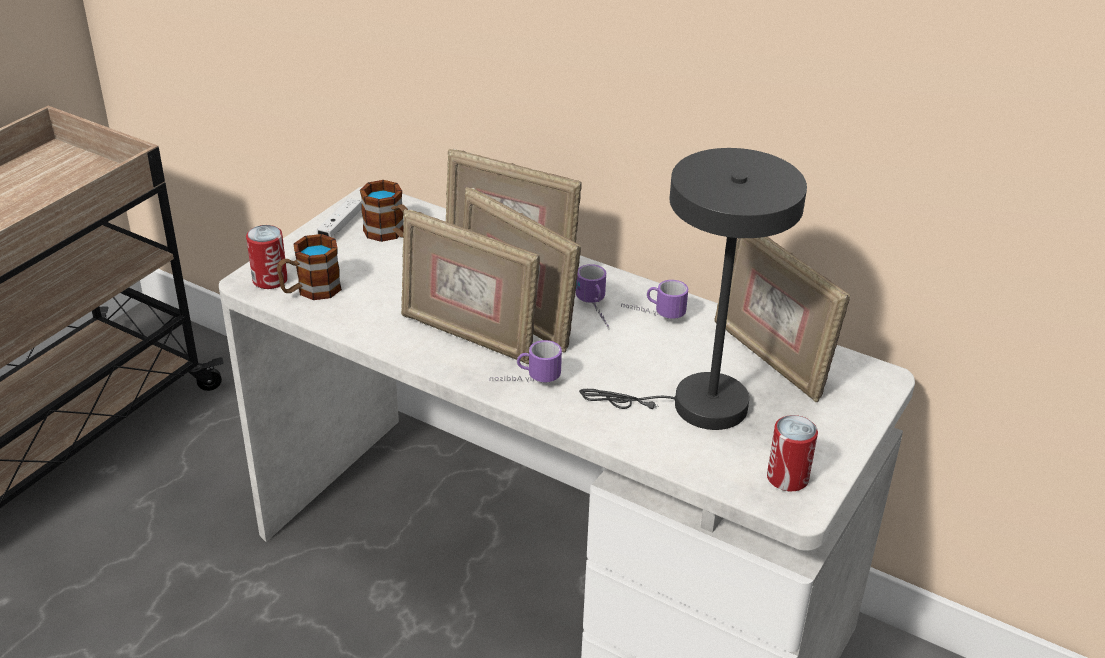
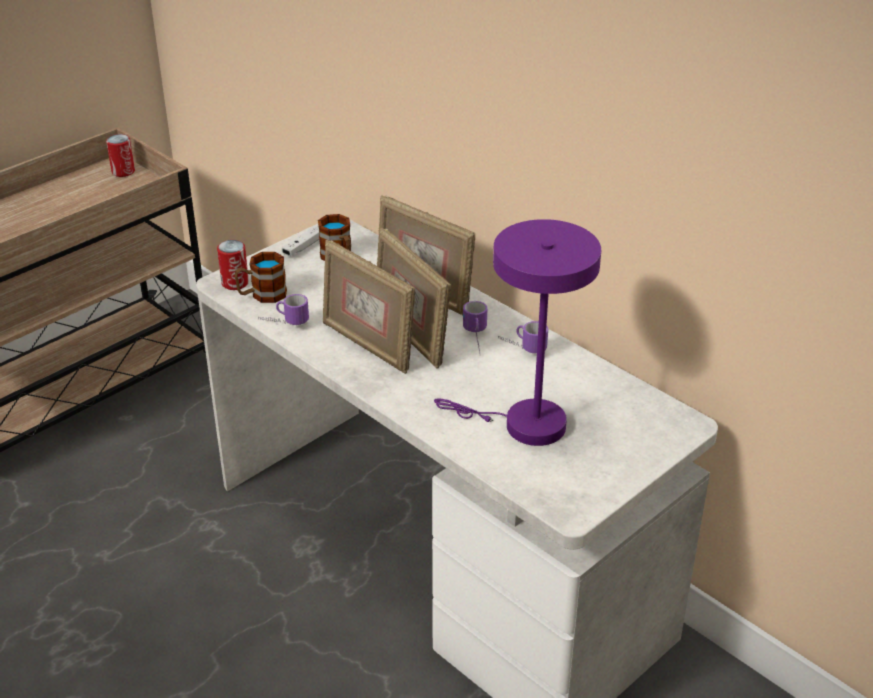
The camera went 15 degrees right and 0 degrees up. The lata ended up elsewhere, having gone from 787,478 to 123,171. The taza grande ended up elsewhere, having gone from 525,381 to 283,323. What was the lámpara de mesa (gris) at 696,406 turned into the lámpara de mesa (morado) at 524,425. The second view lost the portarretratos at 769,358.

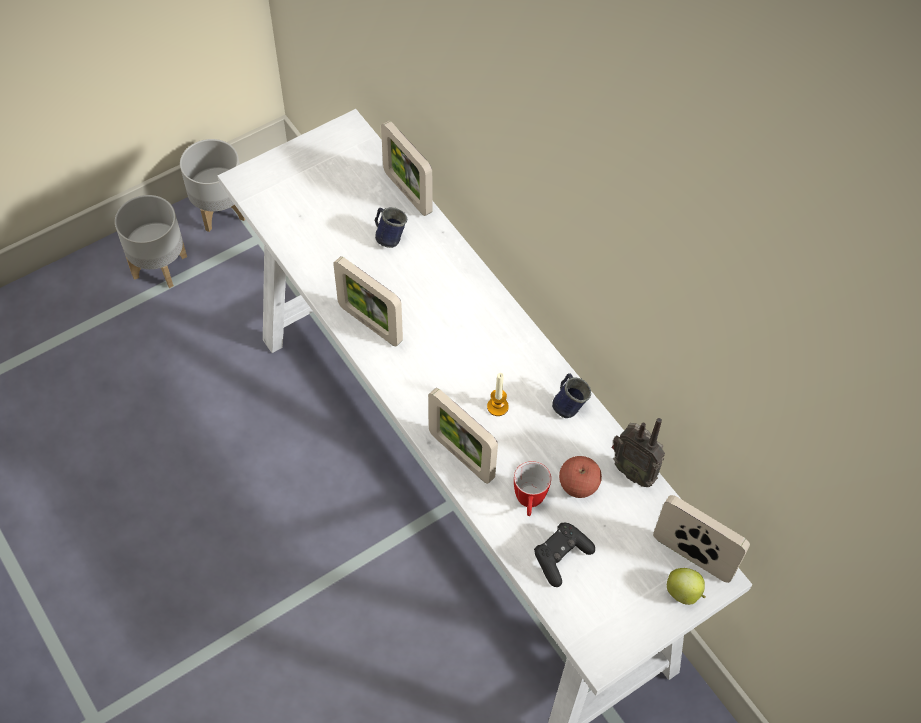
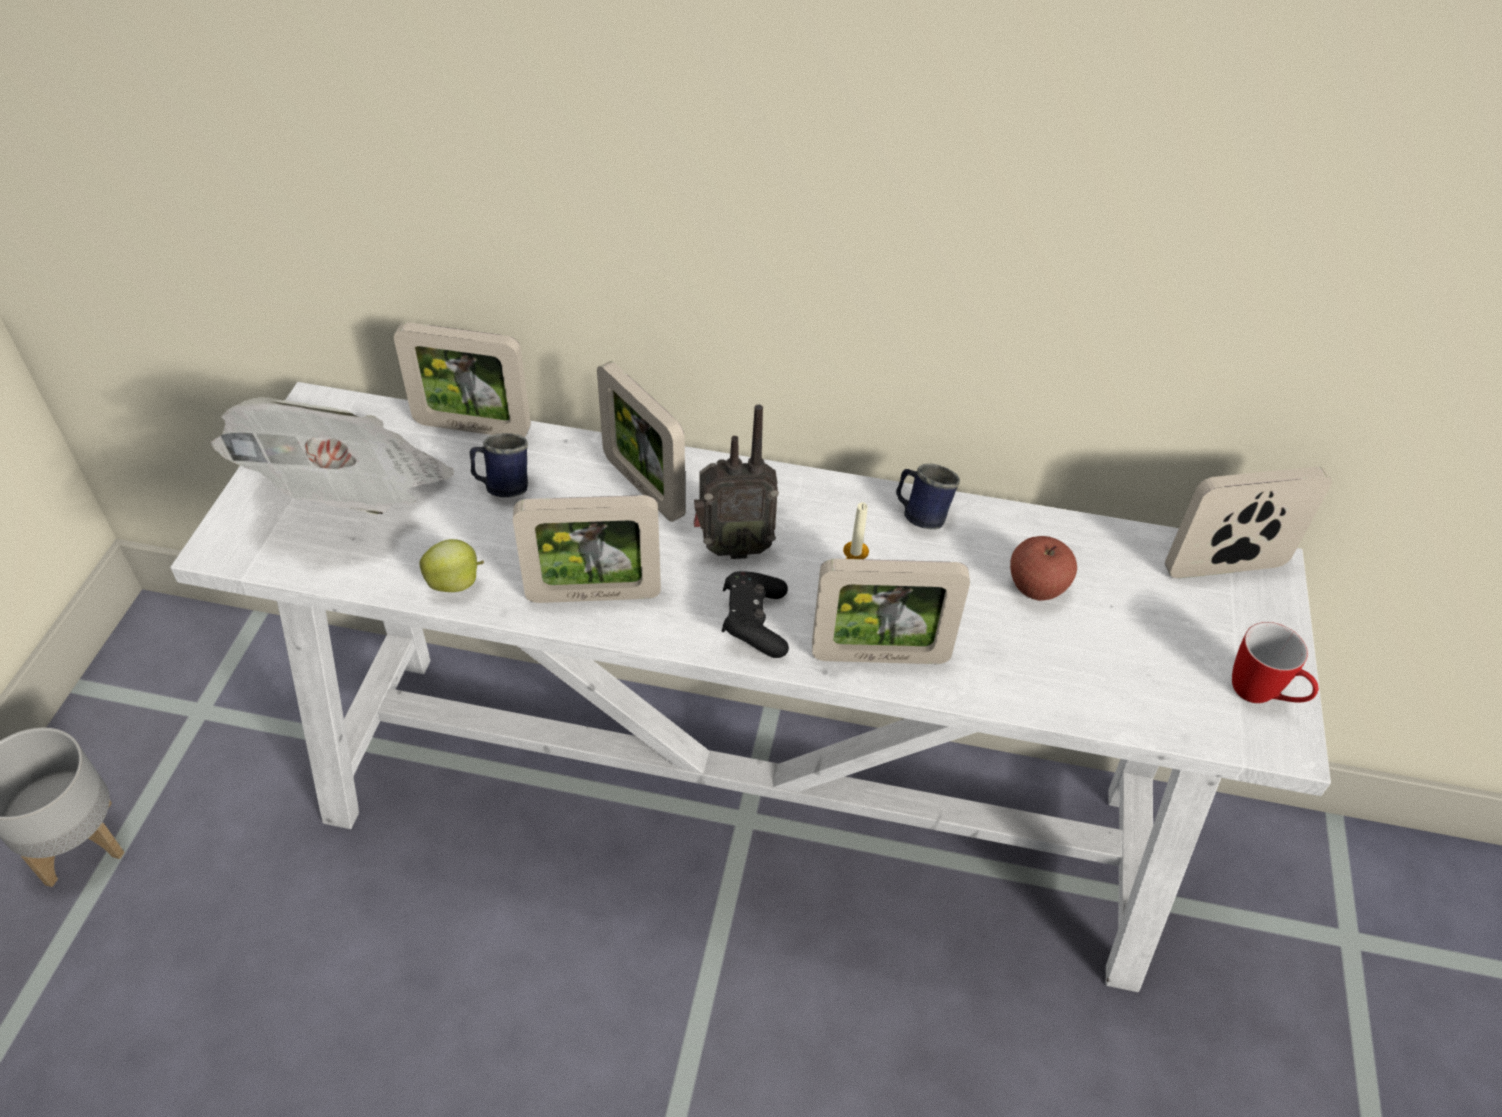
The camera went 45 degrees left and 10 degrees down. The second view gained the periódico at 350,492. The manzana ended up elsewhere, having gone from 684,593 to 456,583. The second view gained the portarretratos at 643,487. The radio ended up elsewhere, having gone from 634,470 to 733,546. The mando de consola (negro) ended up elsewhere, having gone from 561,557 to 754,623. The taza grande ended up elsewhere, having gone from 529,503 to 1262,696. The second view lost the maceta (gris) at 221,210.

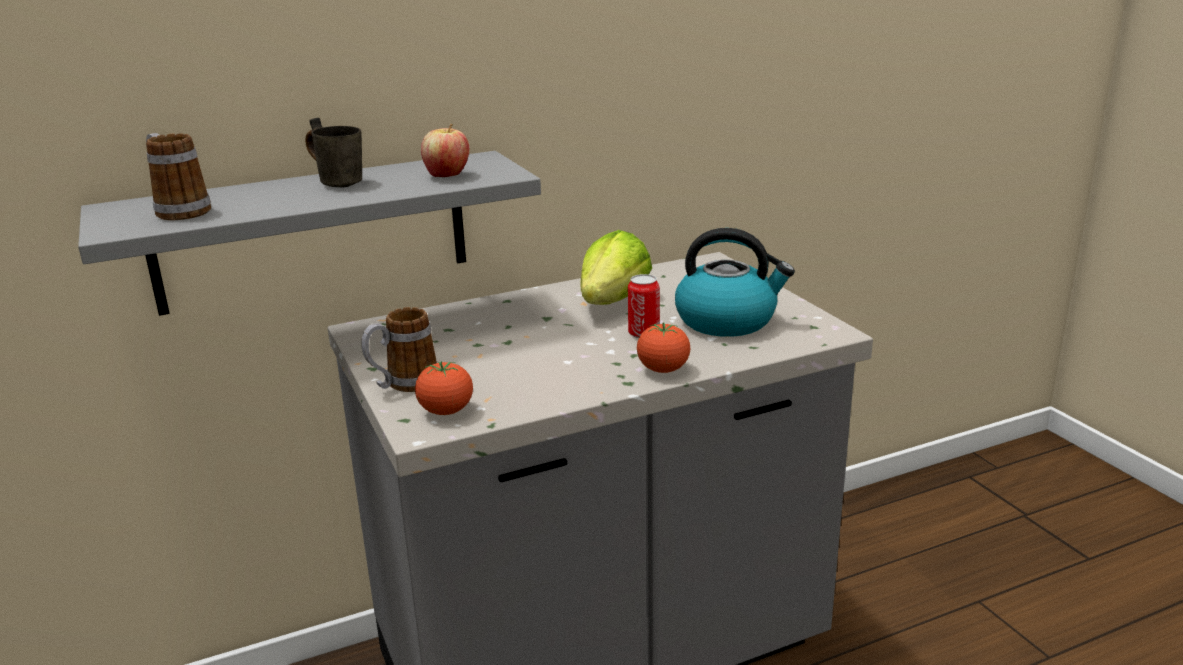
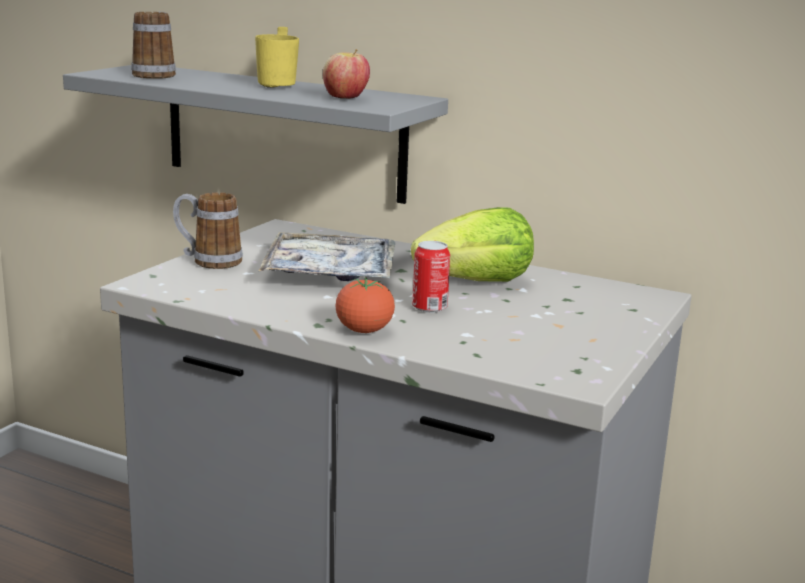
The camera went 50 degrees right and 5 degrees down. What was the taza grande (gris) at 340,181 turned into the taza grande (amarillo) at 283,85. The second view gained the bandeja at 330,272. The second view lost the tomate at 446,411. The second view lost the hervidor at 727,320.

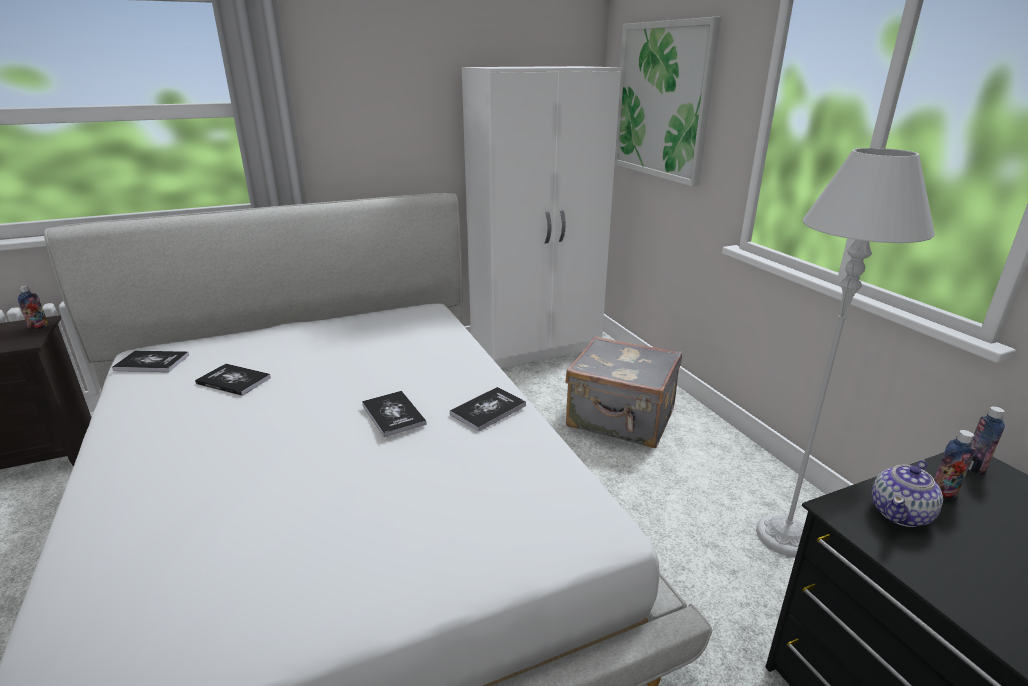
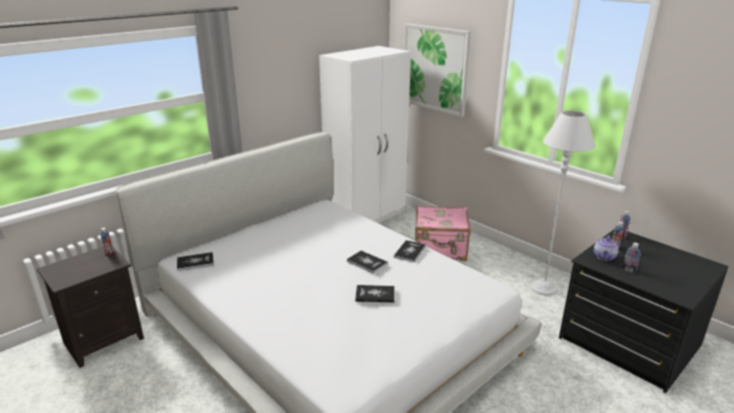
The camera went 20 degrees left and 0 degrees up. The libro ended up elsewhere, having gone from 233,381 to 375,294. What was the maleta (gris) at 621,419 turned into the maleta (rosa) at 440,250. The second view gained the botella at 629,270.

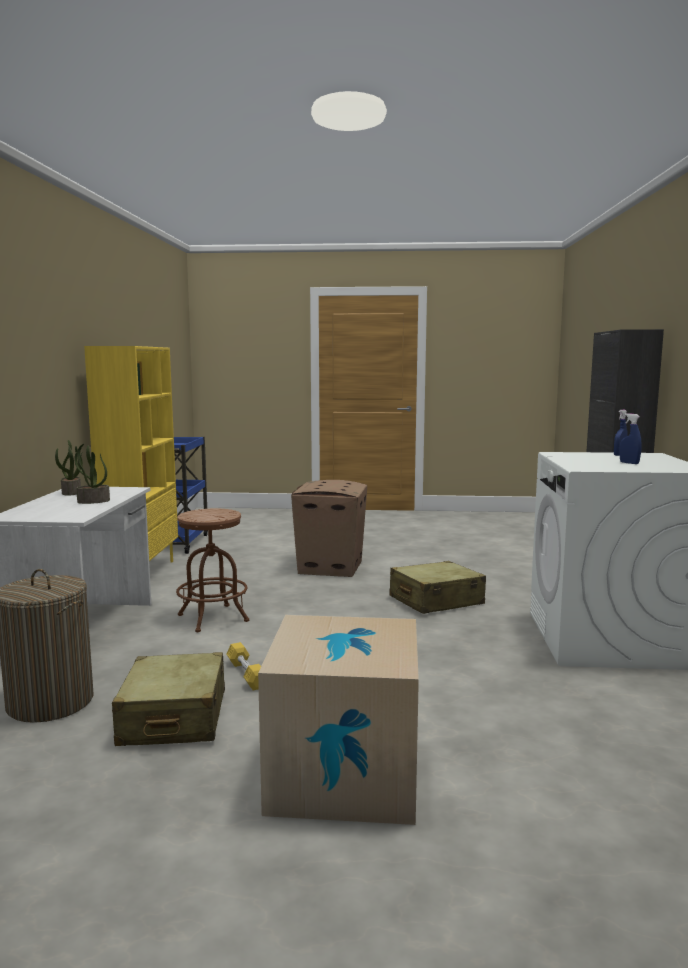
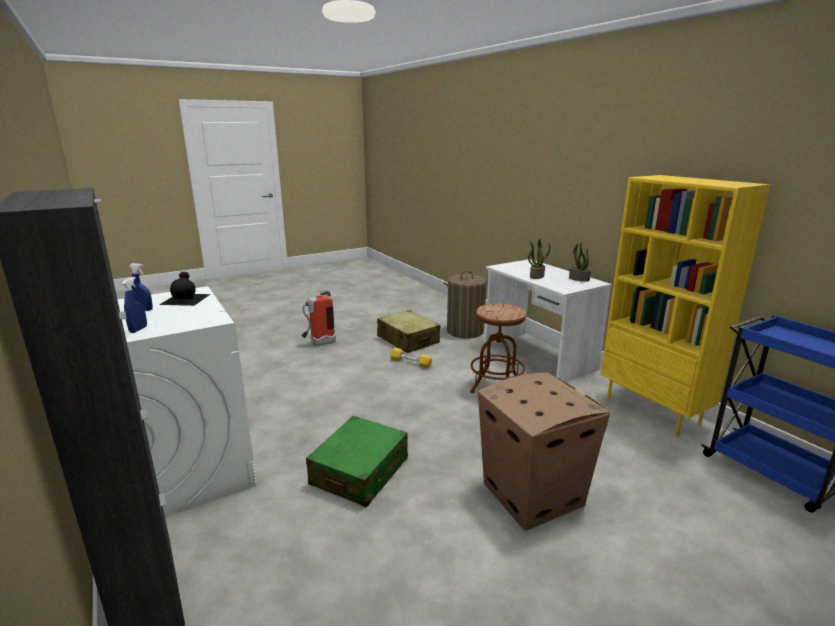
The camera went 145 degrees right and 10 degrees up. The second view gained the botella (negro) at 186,299. Where the caja de cartón stood at 344,774, the extintor came to stand at 318,344. What was the maleta (beis) at 436,601 turned into the maleta (verde) at 360,472.

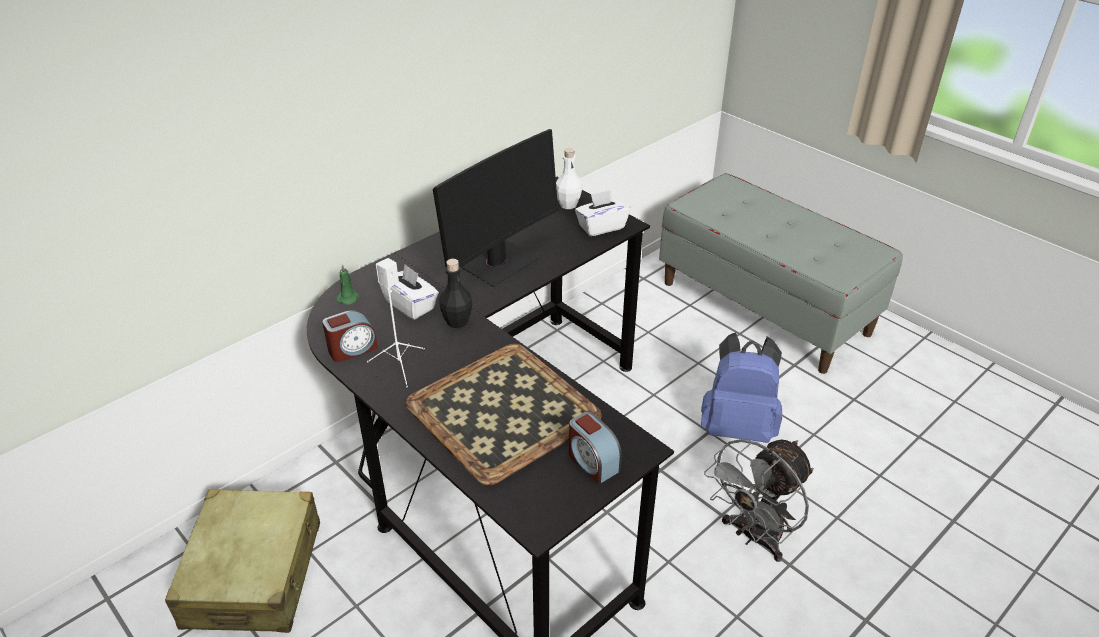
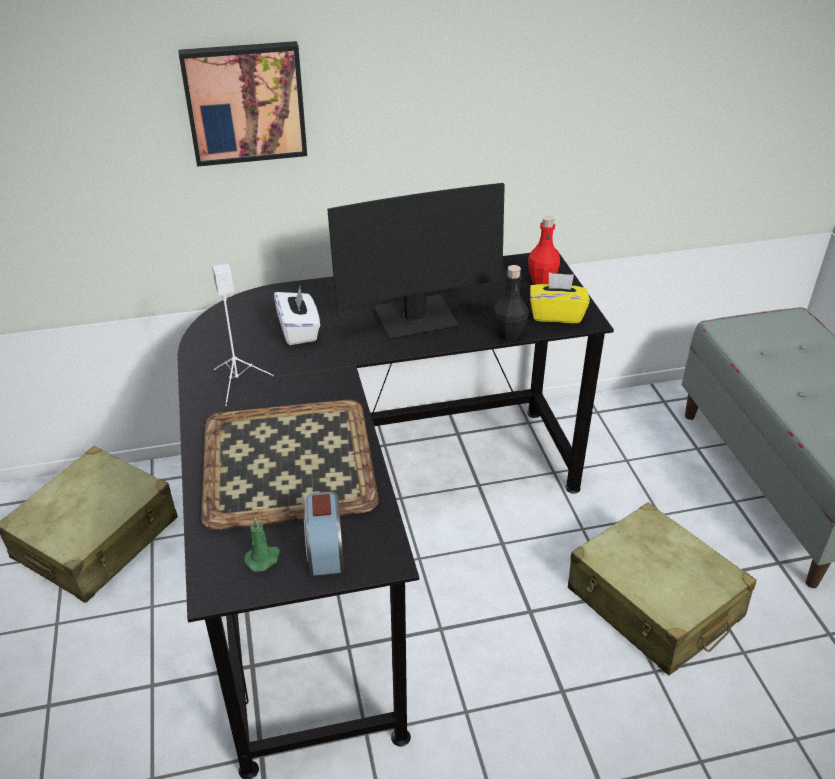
The camera went 30 degrees right and 0 degrees up. The second view gained the cuadro at 245,102. The vela (verde) ended up elsewhere, having gone from 348,297 to 263,558. The botella (negro) ended up elsewhere, having gone from 457,321 to 509,334. What was the botella (blanco) at 568,205 turned into the botella (rojo) at 542,281. What was the caja de pañuelos (blanco) at 601,227 turned into the caja de pañuelos (amarillo) at 556,314. Where the mochila (azul) stood at 737,427, the maleta (beis) came to stand at 654,603. The second view lost the despertador at 352,349. The second view lost the ventilador (gris) at 754,537.

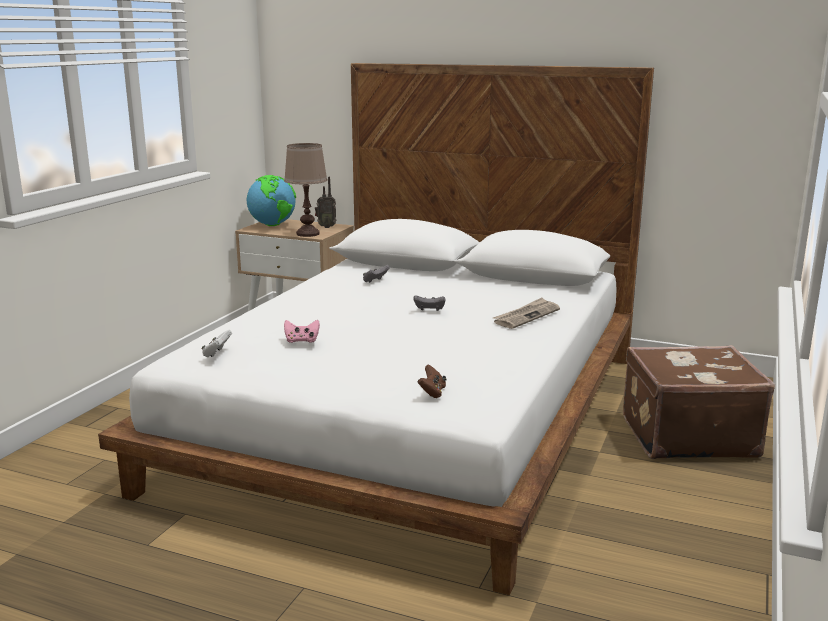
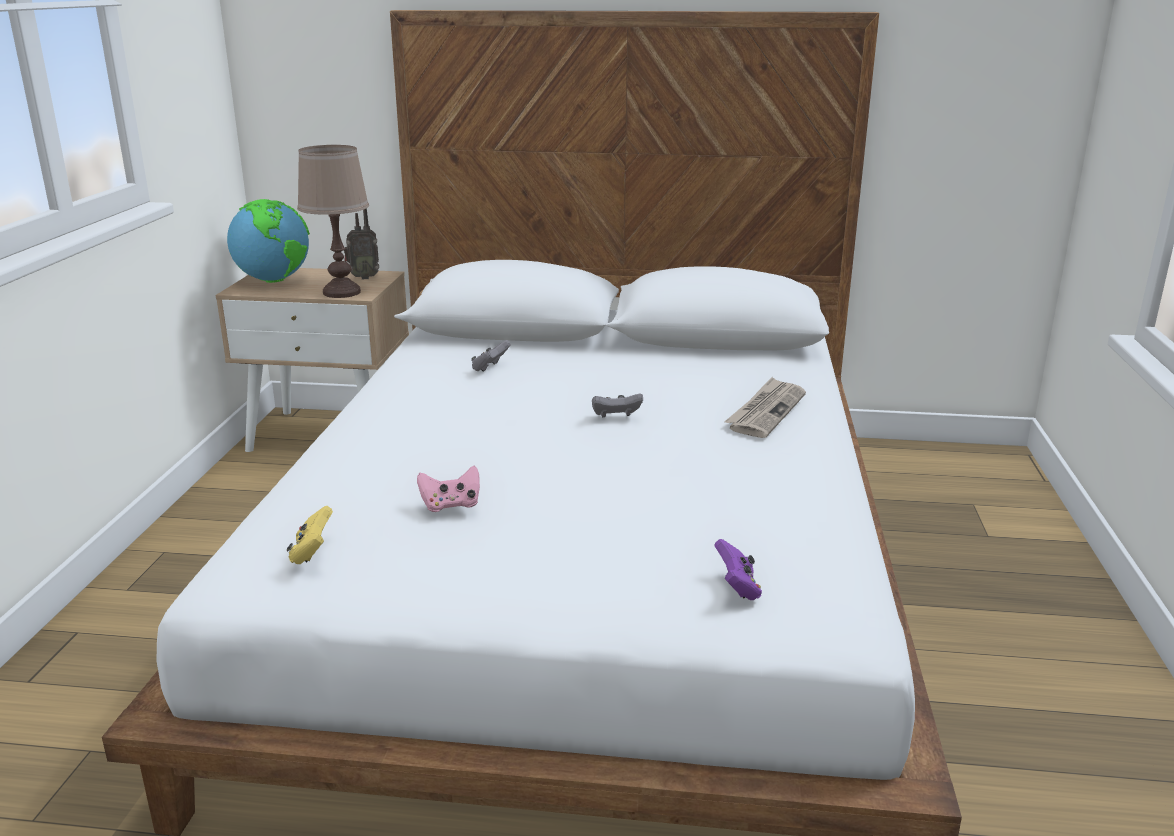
The camera went 15 degrees left and 5 degrees up. What was the mando de consola (blanco) at 217,353 turned into the mando de consola (amarillo) at 312,553. What was the mando de consola (marrón) at 432,392 turned into the mando de consola (morado) at 737,588. The second view lost the maleta (marrón) at 686,436.

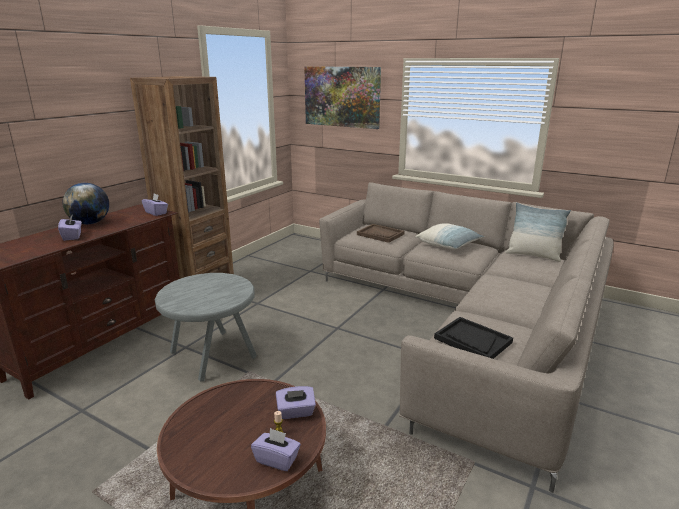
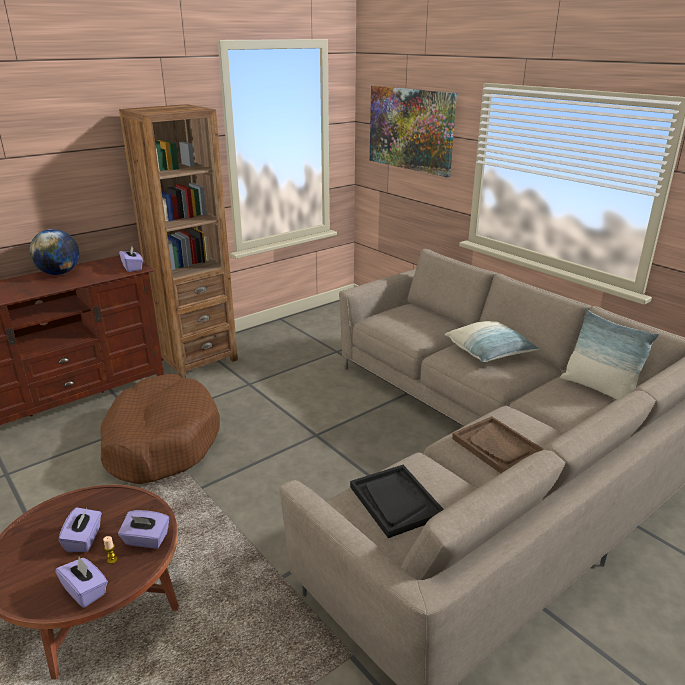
The camera went 20 degrees right and 5 degrees up. The caja de pañuelos (morado) ended up elsewhere, having gone from 72,236 to 84,539. Where the mesa auxiliar (gris) stood at 213,356, the cama para perro (marrón) came to stand at 160,442. The bandeja (marrón) ended up elsewhere, having gone from 380,234 to 497,447.

